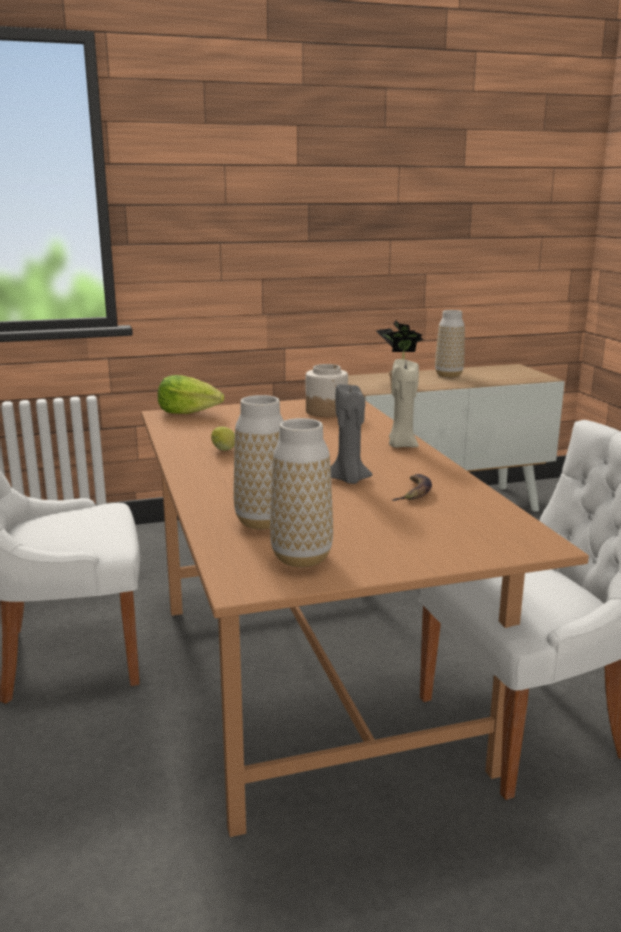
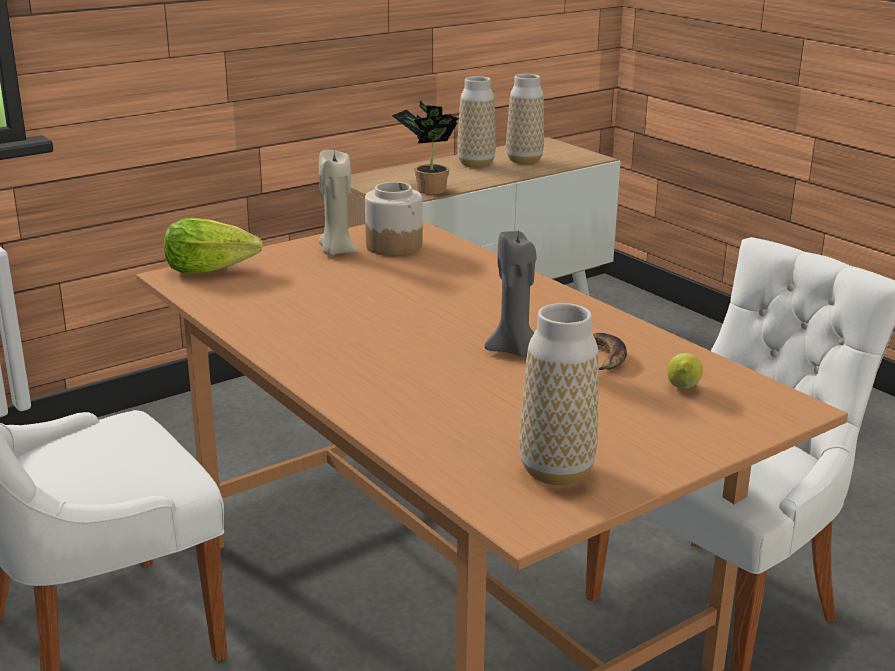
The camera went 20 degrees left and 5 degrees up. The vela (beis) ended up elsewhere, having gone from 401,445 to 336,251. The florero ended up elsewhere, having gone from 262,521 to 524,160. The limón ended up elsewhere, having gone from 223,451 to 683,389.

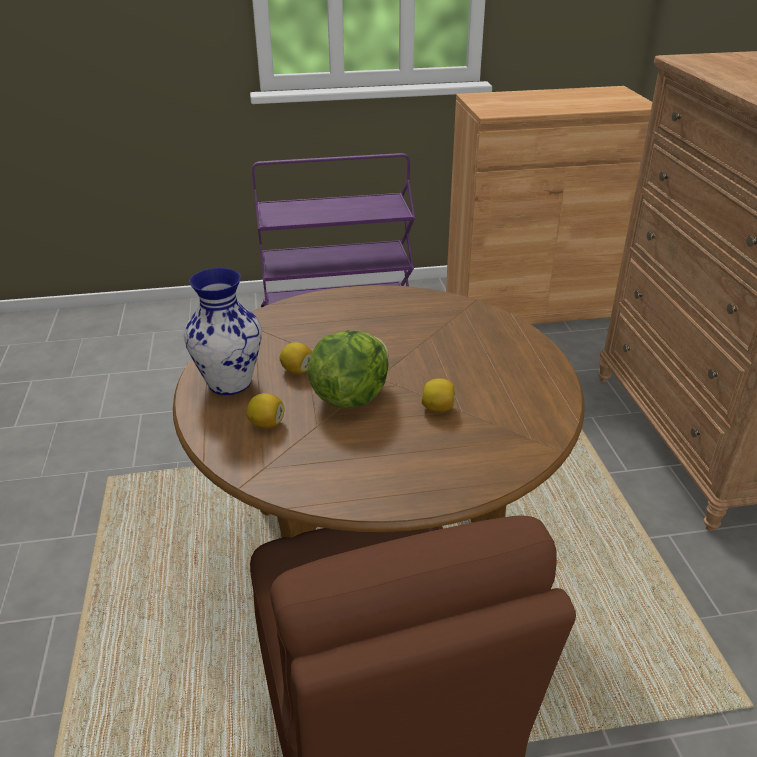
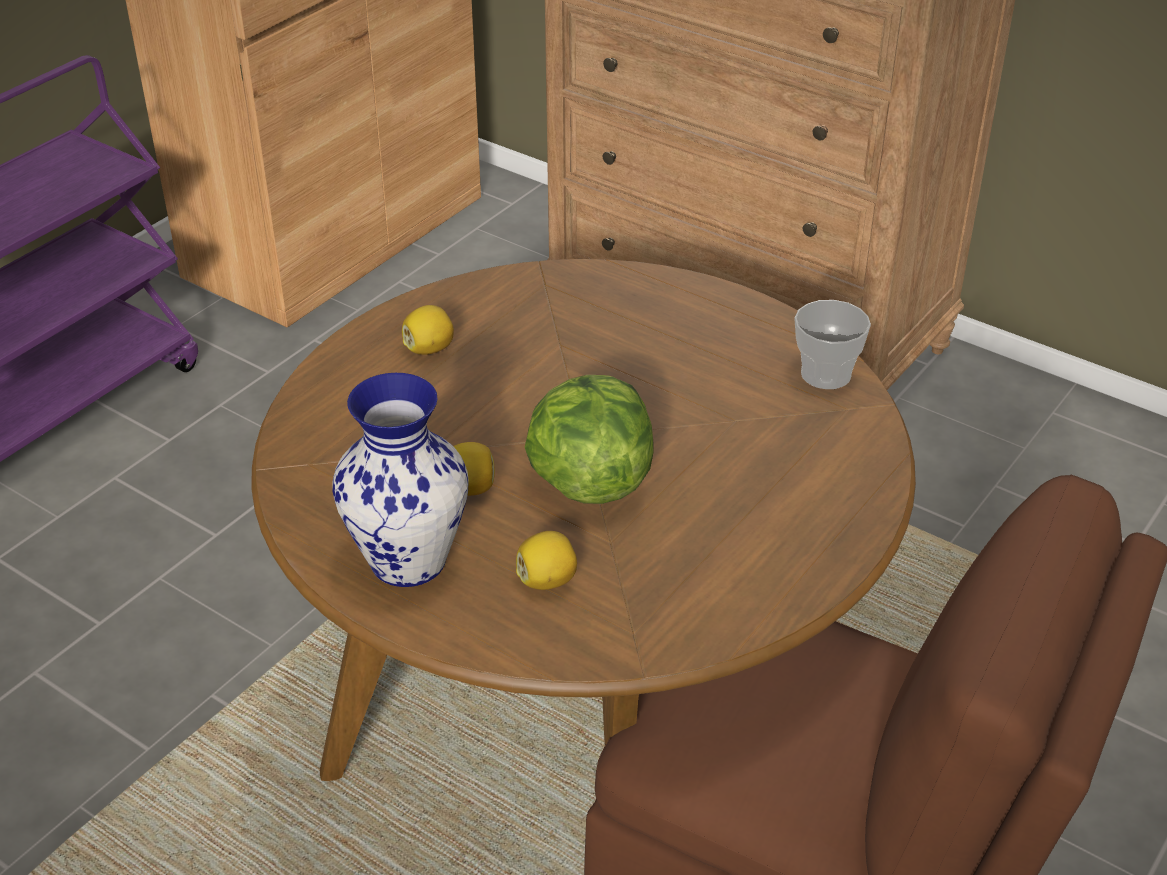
The camera went 45 degrees left and 5 degrees up. The limón ended up elsewhere, having gone from 438,408 to 429,348. The second view gained the taza at 826,374.

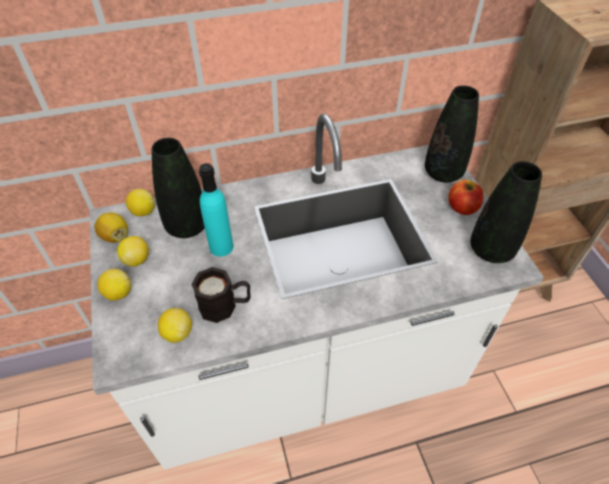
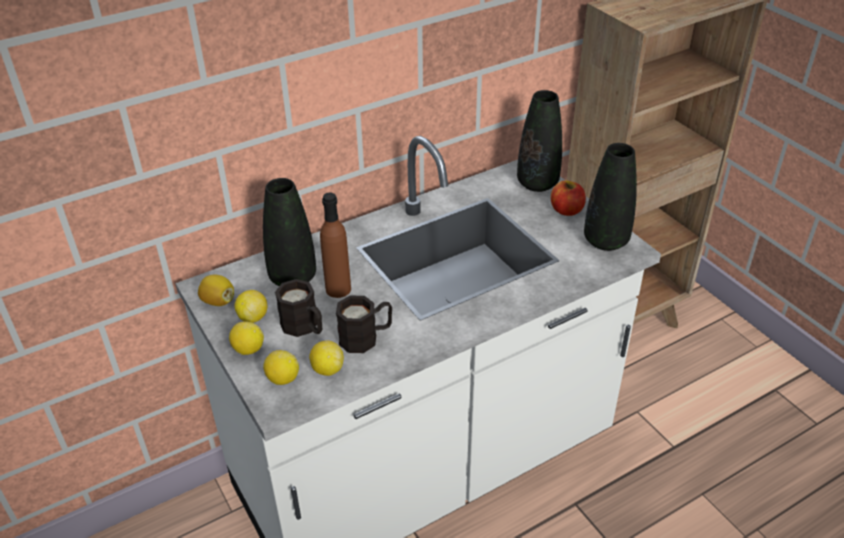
The camera went 15 degrees left and 10 degrees down. The limón ended up elsewhere, having gone from 143,211 to 282,379. The second view gained the taza grande (negro) at 304,327. What was the botella (turquesa) at 221,247 turned into the botella (marrón) at 338,289.

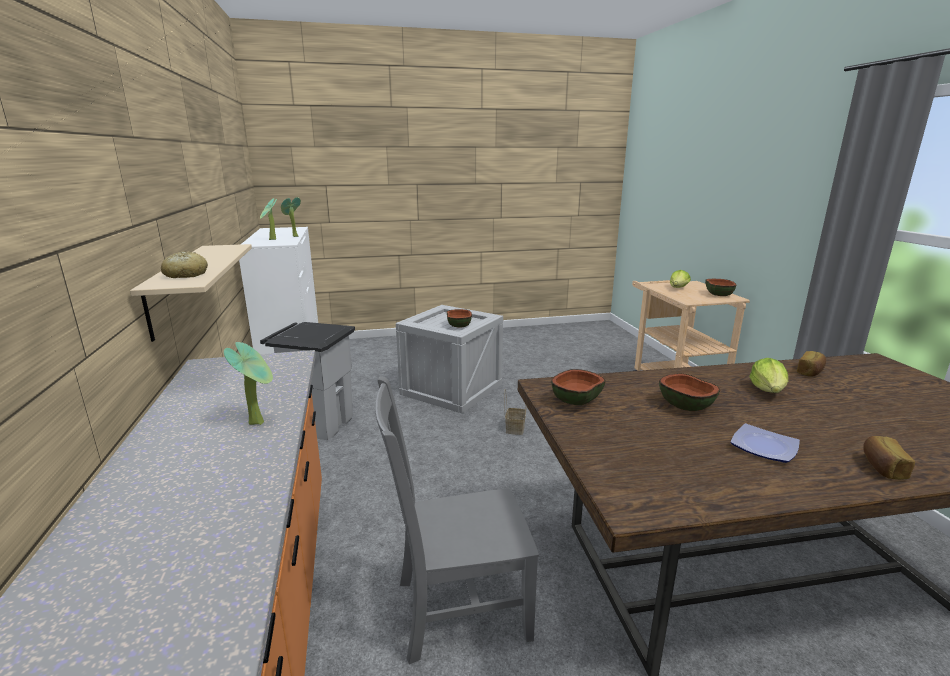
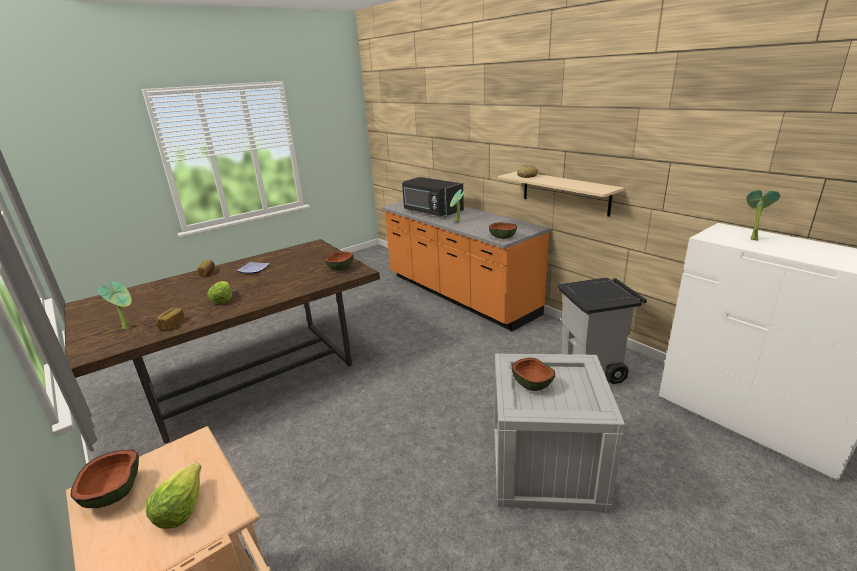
The camera went 155 degrees right and 5 degrees up. The planta en maceta ended up elsewhere, having gone from 293,236 to 128,327. The second view gained the microondas (negro) at 431,212. The cuenco ended up elsewhere, having gone from 686,405 to 502,237. The second view lost the silla (gris) at 457,609. The second view lost the cesta at 514,428.

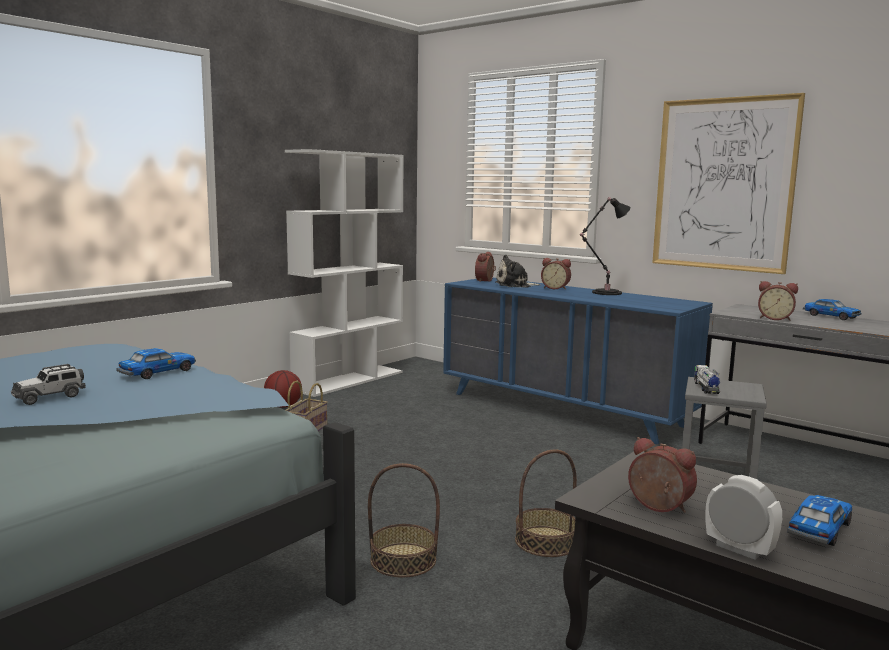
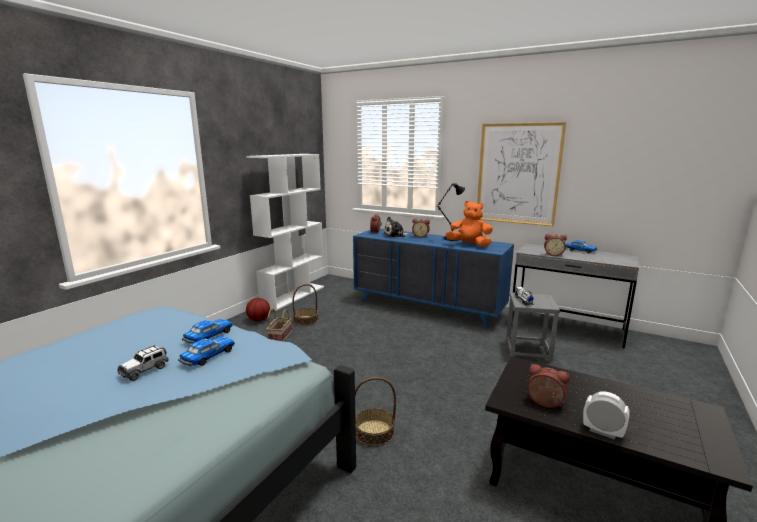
The camera went 10 degrees left and 5 degrees up. The coche de juguete ended up elsewhere, having gone from 819,530 to 208,356. The cesta ended up elsewhere, having gone from 546,541 to 306,320. The second view gained the peluche (naranja) at 469,245.

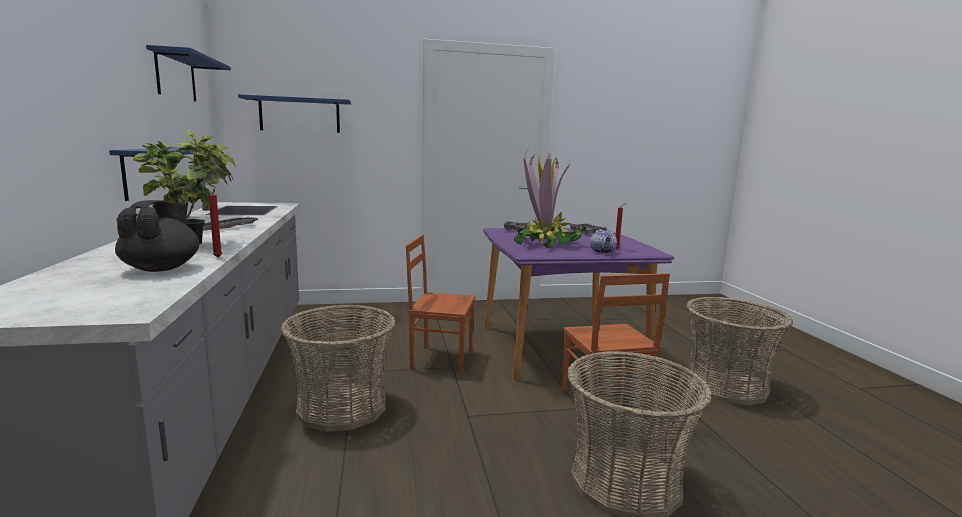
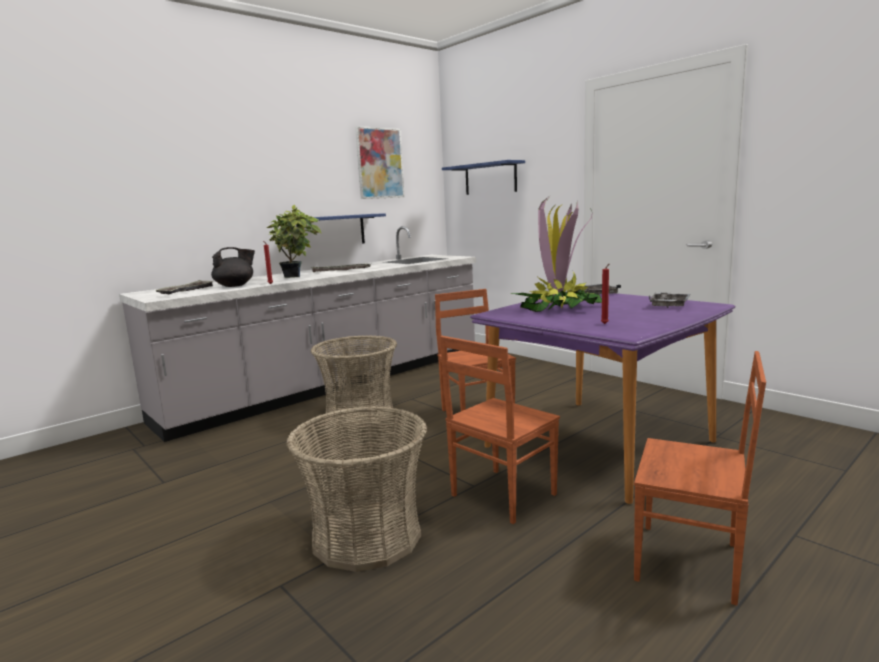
The camera went 60 degrees right and 0 degrees up. The second view gained the bandeja at 187,291. Where the estante (azul) hung at 176,77, the cuadro came to hang at 380,163. Where the cesta stood at 726,386, the silla (marrón) came to stand at 689,563. The second view lost the tetera at 603,252.

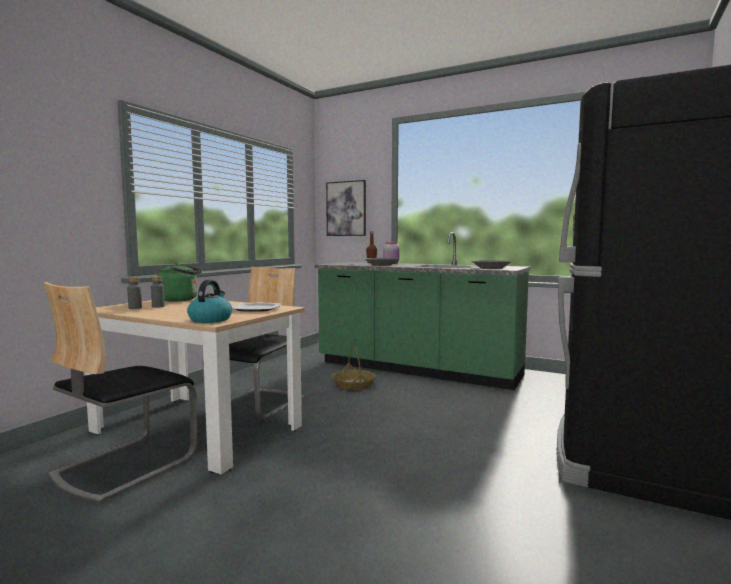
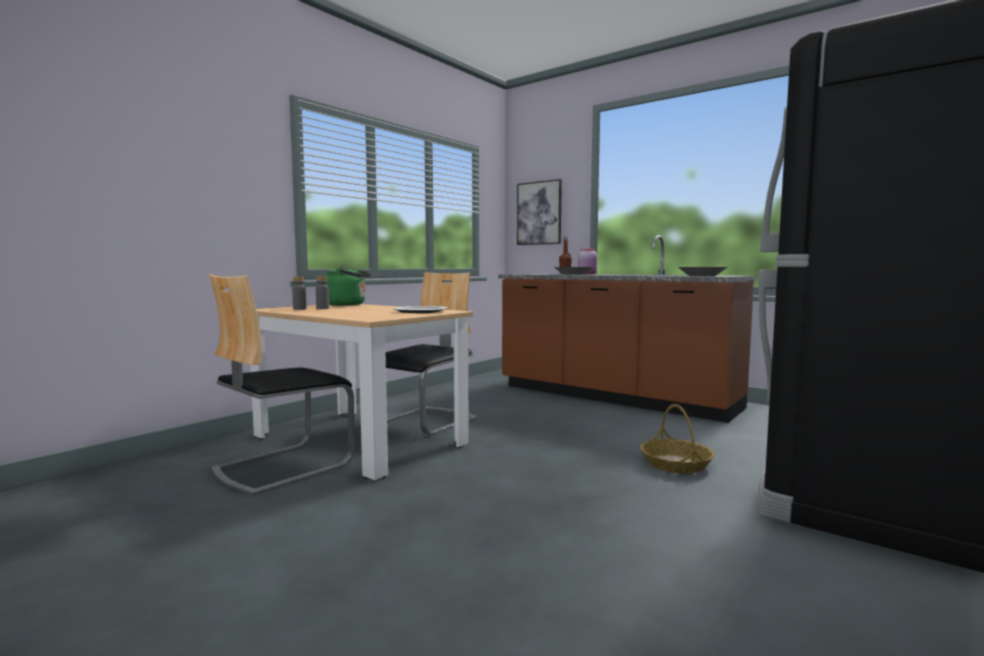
The camera went 10 degrees right and 0 degrees up. What was the mueble bajo de cocina (verde) at 417,369 turned into the mueble bajo de cocina (marrón) at 614,397. The cesta ended up elsewhere, having gone from 354,384 to 676,464. The second view lost the hervidor at 210,319.

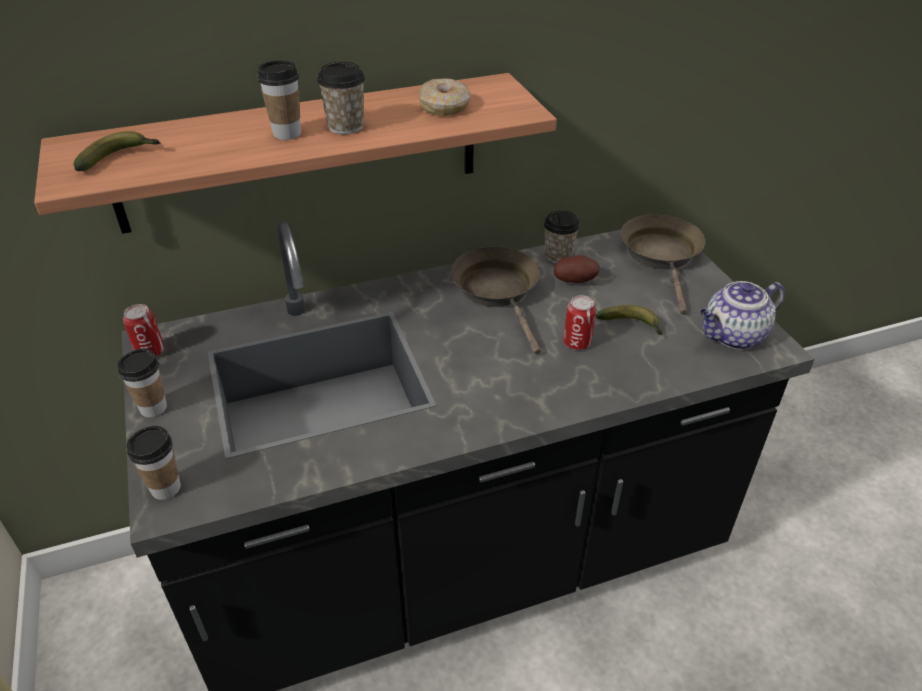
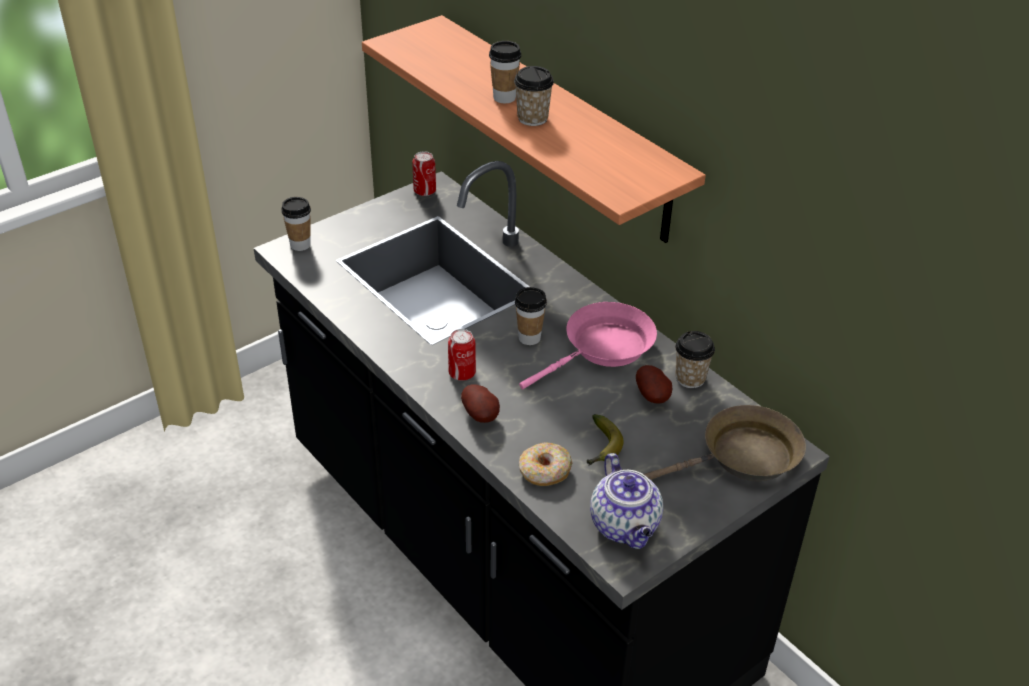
The camera went 70 degrees right and 0 degrees up. The lata ended up elsewhere, having gone from 577,342 to 462,373. The second view gained the patata at 482,416. The taza ended up elsewhere, having gone from 153,408 to 529,338. What was the sartén (marrón) at 498,292 turned into the sartén (rosa) at 603,349. The rosquilla ended up elsewhere, having gone from 444,107 to 544,472. The tetera at 733,336 ended up facing another way, 150 degrees counterclockwise from before. The second view lost the plátano at 120,159.

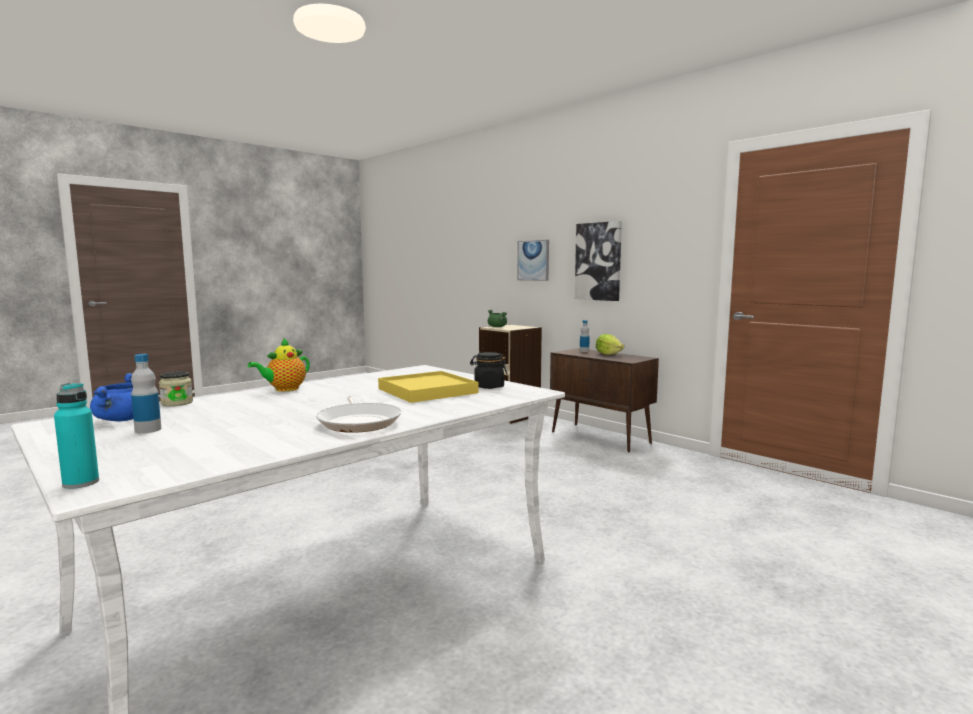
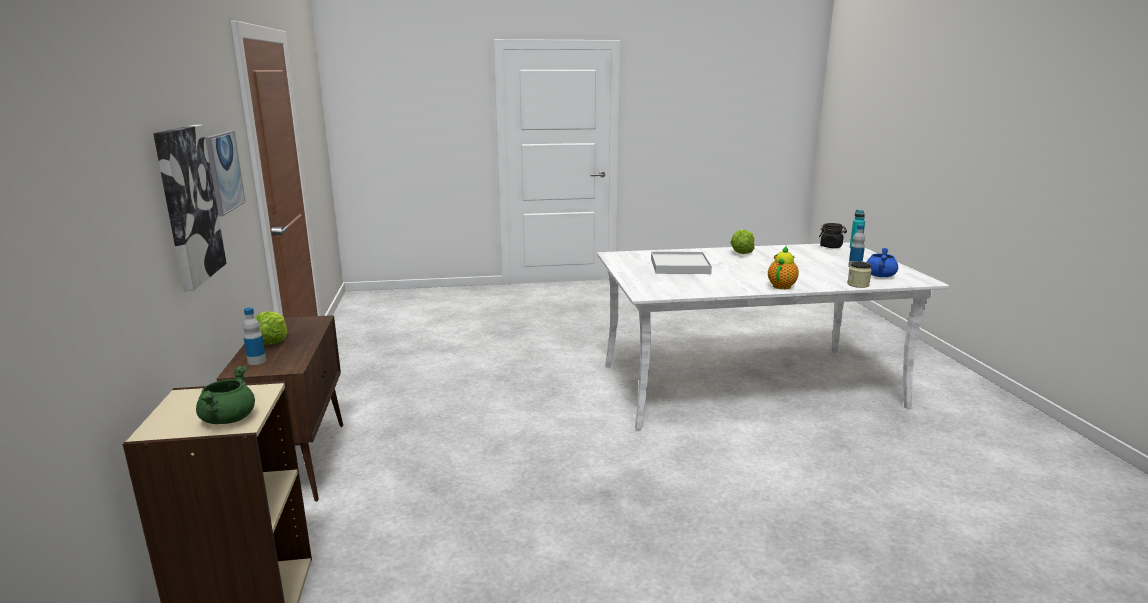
The camera went 145 degrees left and 10 degrees up. The cuadro ended up elsewhere, having gone from 533,260 to 223,172. What was the bandeja (amarillo) at 427,391 turned into the bandeja (blanco) at 679,266. Where the sartén stood at 359,422, the lechuga came to stand at 741,253. The tetera at 284,389 ended up facing another way, 45 degrees counterclockwise from before. The tarro (negro) ended up elsewhere, having gone from 488,386 to 831,246.

